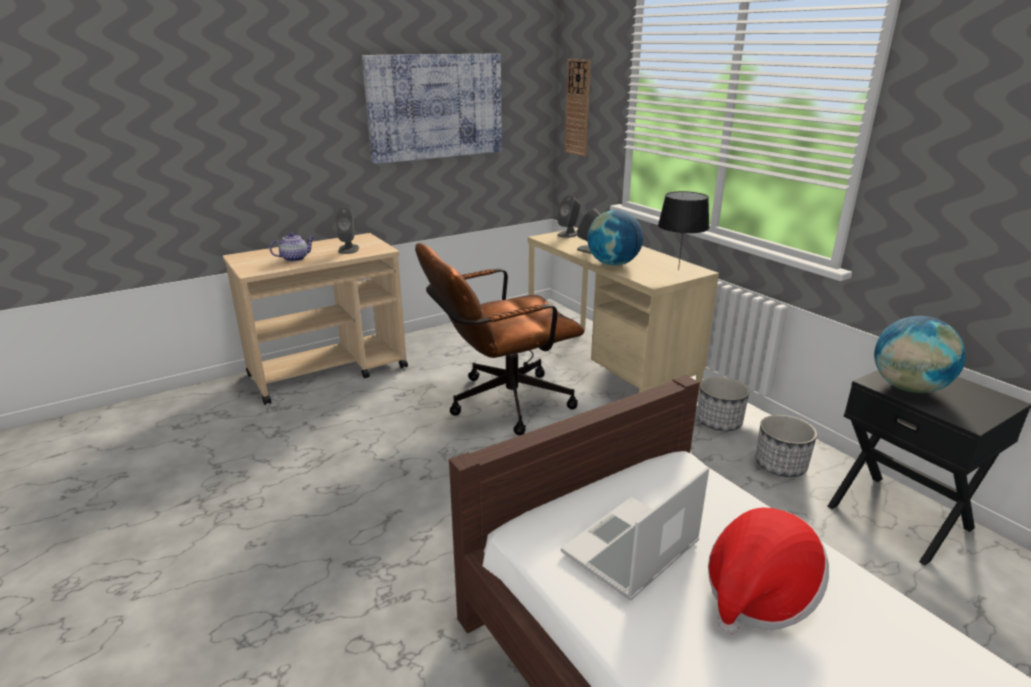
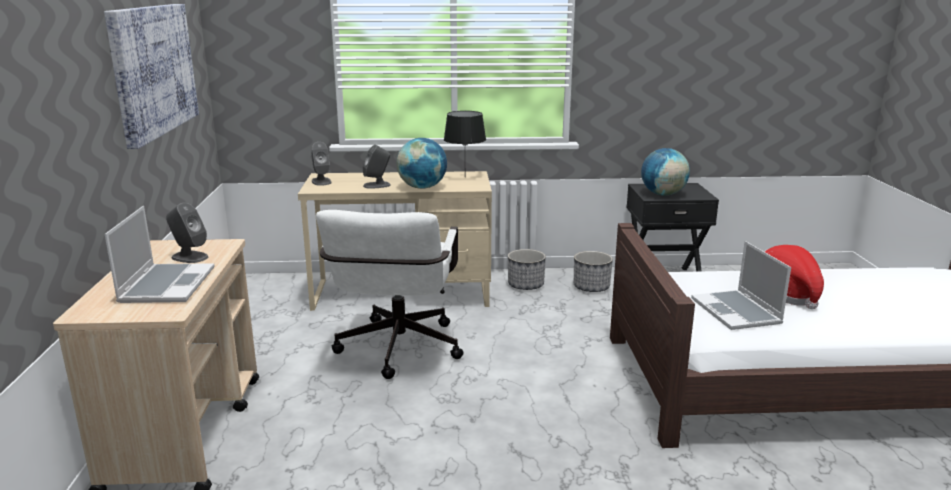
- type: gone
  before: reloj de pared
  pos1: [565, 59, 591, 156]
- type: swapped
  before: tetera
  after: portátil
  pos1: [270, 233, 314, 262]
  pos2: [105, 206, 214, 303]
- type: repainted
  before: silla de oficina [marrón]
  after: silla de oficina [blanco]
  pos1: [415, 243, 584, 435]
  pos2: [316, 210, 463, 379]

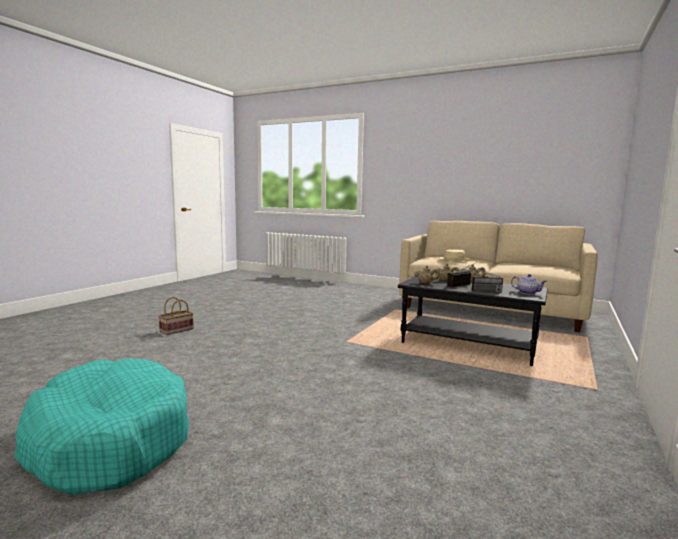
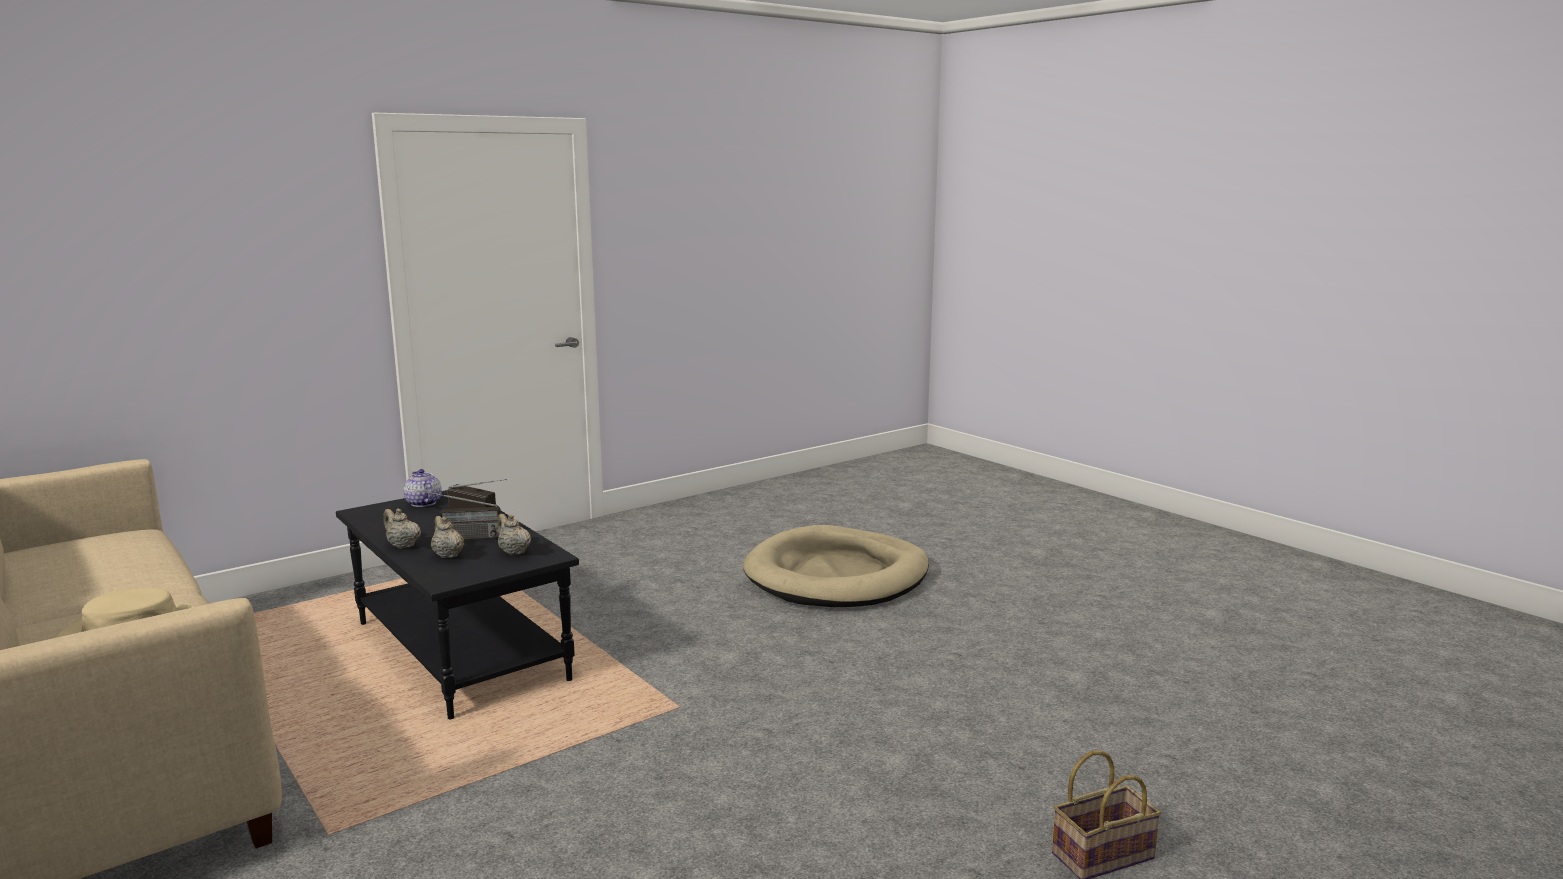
- type: gone
  before: cama para perro [turquesa]
  pos1: [14, 358, 189, 495]
- type: new
  after: cama para perro [beis]
  pos2: [743, 525, 929, 607]

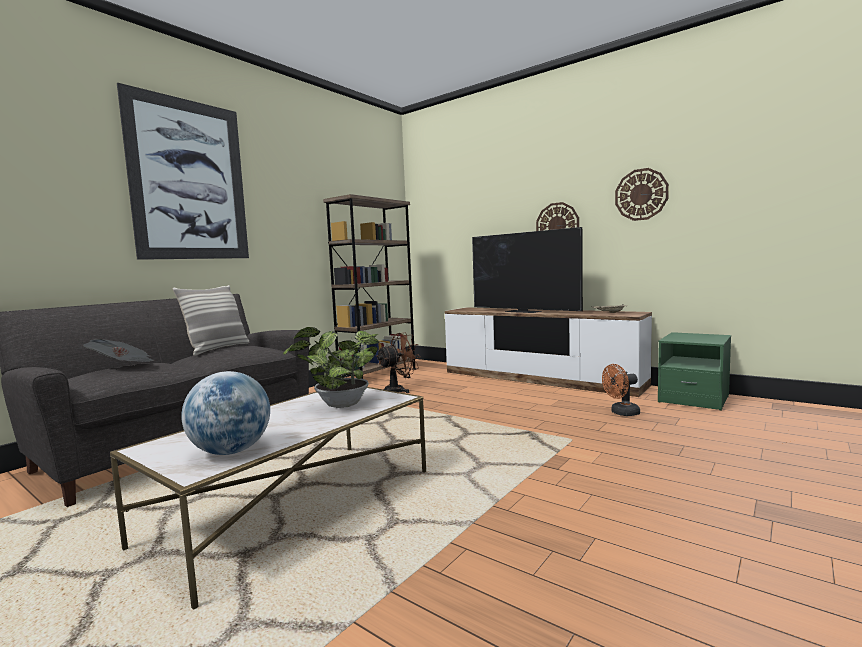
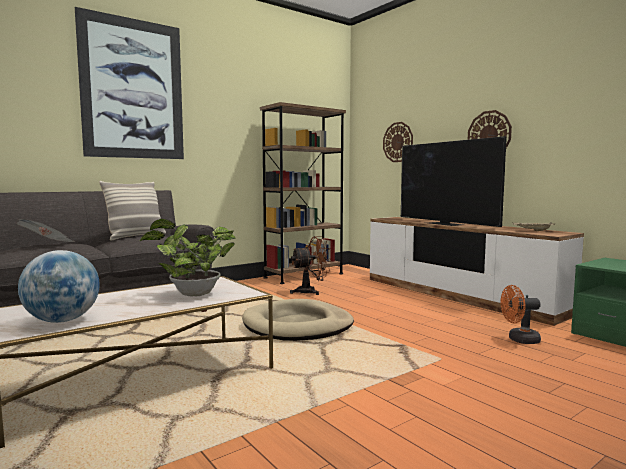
- type: new
  after: cama para perro [beis]
  pos2: [242, 299, 354, 341]
- type: shifted
  before: reloj de pared
  pos1: [615, 168, 669, 221]
  pos2: [383, 122, 413, 162]

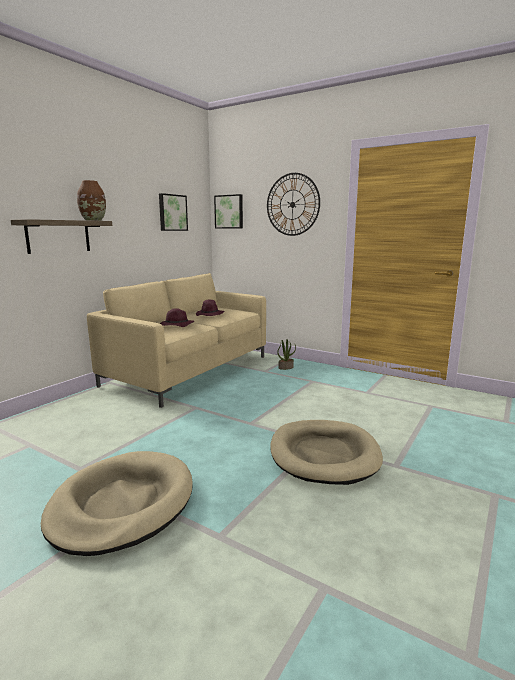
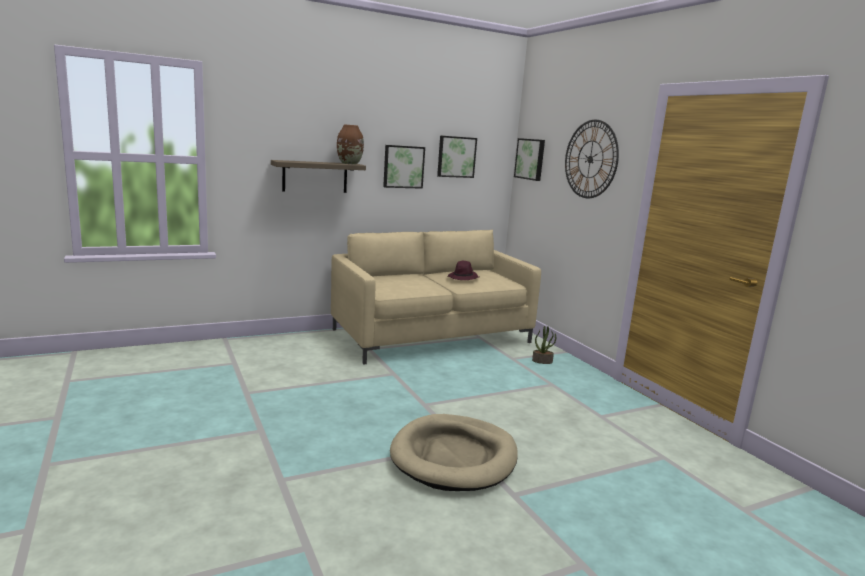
- type: gone
  before: cama para perro [beis]
  pos1: [41, 451, 193, 556]
- type: gone
  before: sombrero [morado]
  pos1: [159, 308, 194, 327]
- type: new
  after: cuadro
  pos2: [383, 145, 425, 189]

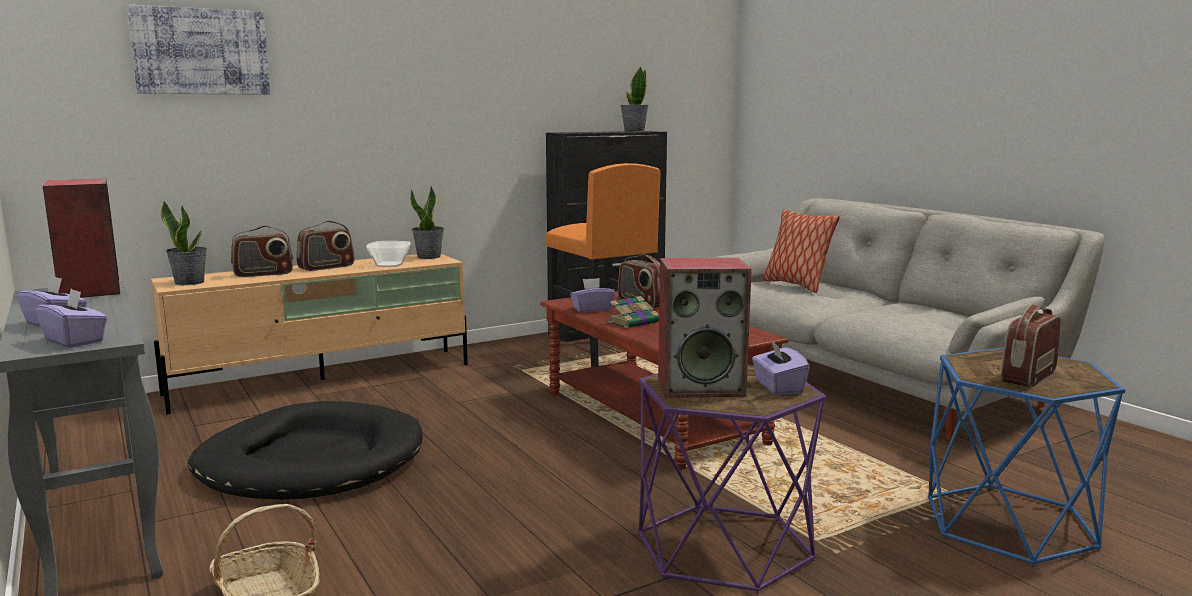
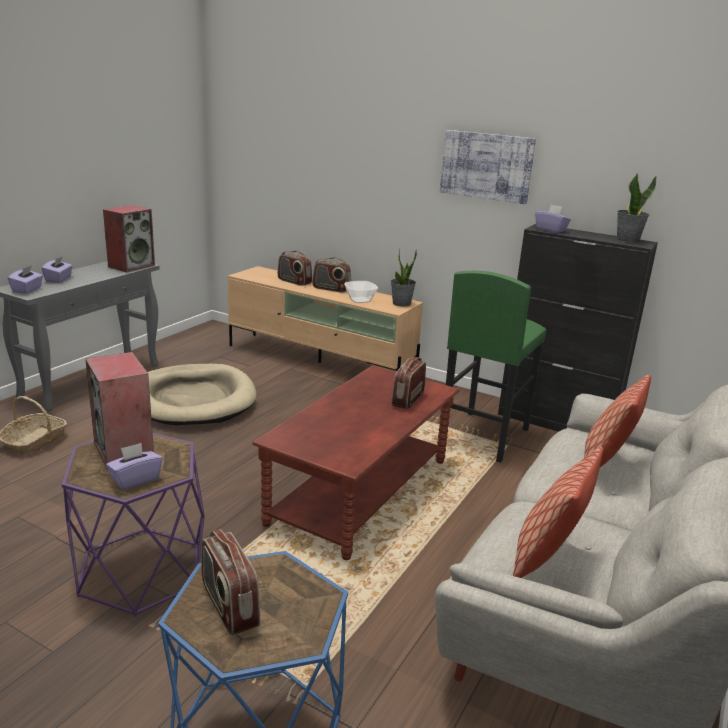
- type: gone
  before: planta en maceta
  pos1: [160, 201, 207, 285]
- type: gone
  before: libro
  pos1: [608, 296, 659, 328]
- type: new
  after: cojín
  pos2: [513, 447, 603, 578]
- type: shifted
  before: cuadro
  pos1: [127, 5, 270, 95]
  pos2: [440, 130, 536, 204]
- type: shifted
  before: caja de pañuelos [morado]
  pos1: [570, 278, 615, 313]
  pos2: [535, 205, 571, 233]
- type: repainted
  before: cama para perro [negro]
  after: cama para perro [beis]
  pos1: [188, 401, 423, 500]
  pos2: [148, 364, 257, 426]
- type: repainted
  before: taburete [naranja]
  after: taburete [verde]
  pos1: [546, 163, 661, 367]
  pos2: [446, 271, 547, 463]
- type: rotated
  before: radio
  pos1: [1001, 304, 1061, 387]
  pos2: [202, 529, 260, 635]
  turn: -135

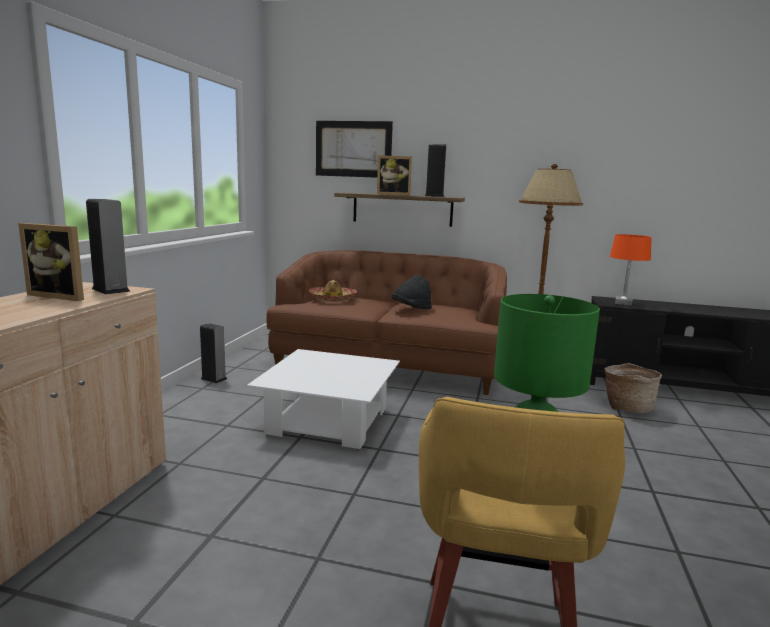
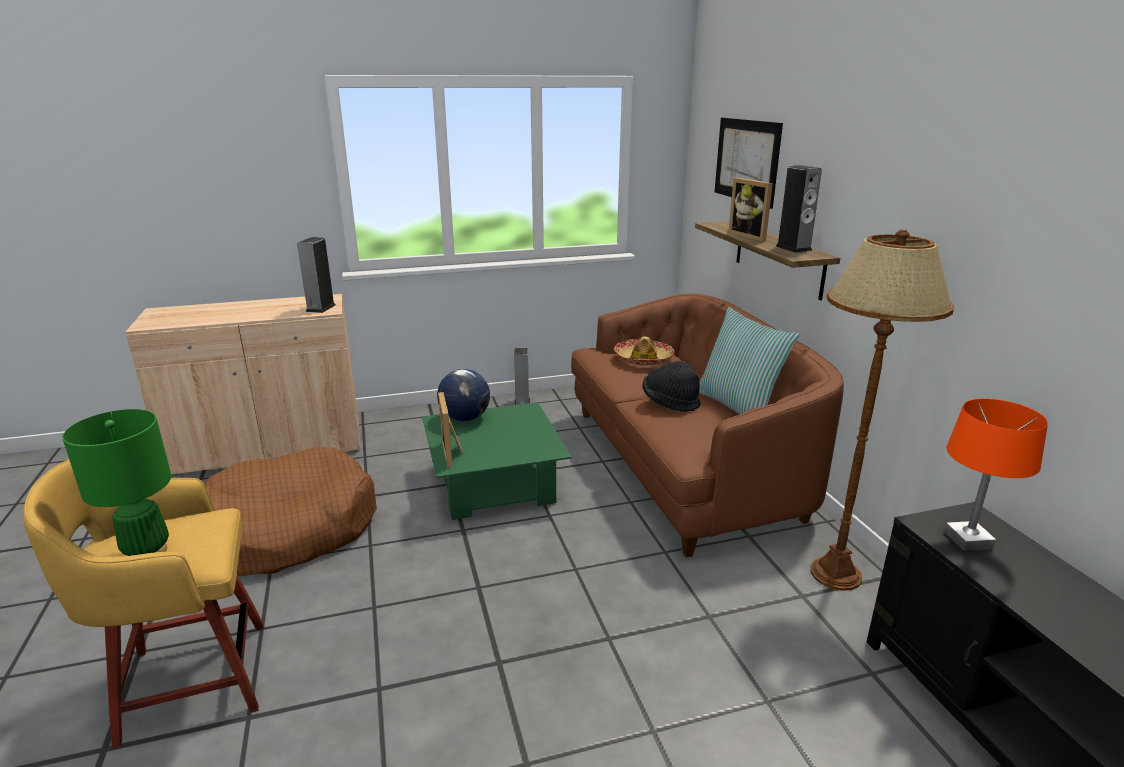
- type: gone
  before: cesta
  pos1: [605, 363, 662, 413]
- type: new
  after: cama para perro [marrón]
  pos2: [204, 447, 377, 576]
- type: new
  after: globo terráqueo
  pos2: [437, 369, 490, 421]
- type: new
  after: cojín
  pos2: [699, 307, 800, 415]
- type: shifted
  before: portarretratos
  pos1: [18, 223, 84, 301]
  pos2: [438, 392, 462, 468]
- type: repainted
  before: mesa de centro [blanco]
  after: mesa de centro [verde]
  pos1: [247, 349, 400, 450]
  pos2: [422, 402, 572, 520]

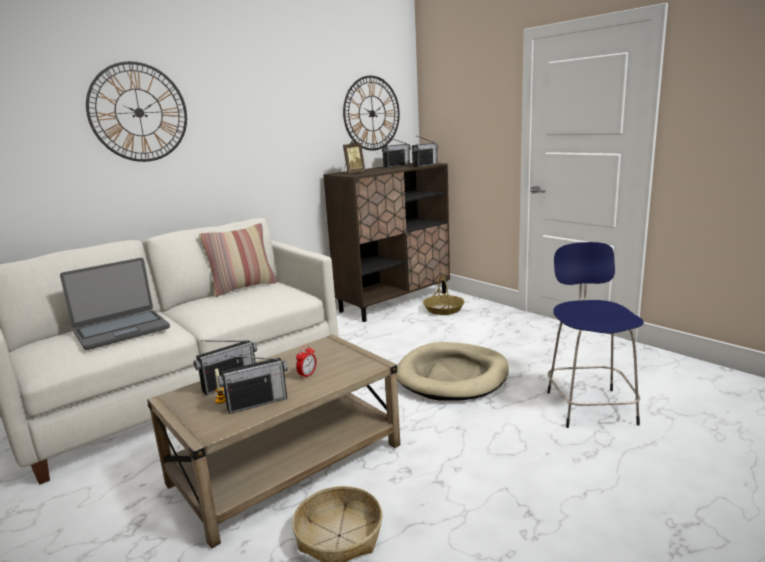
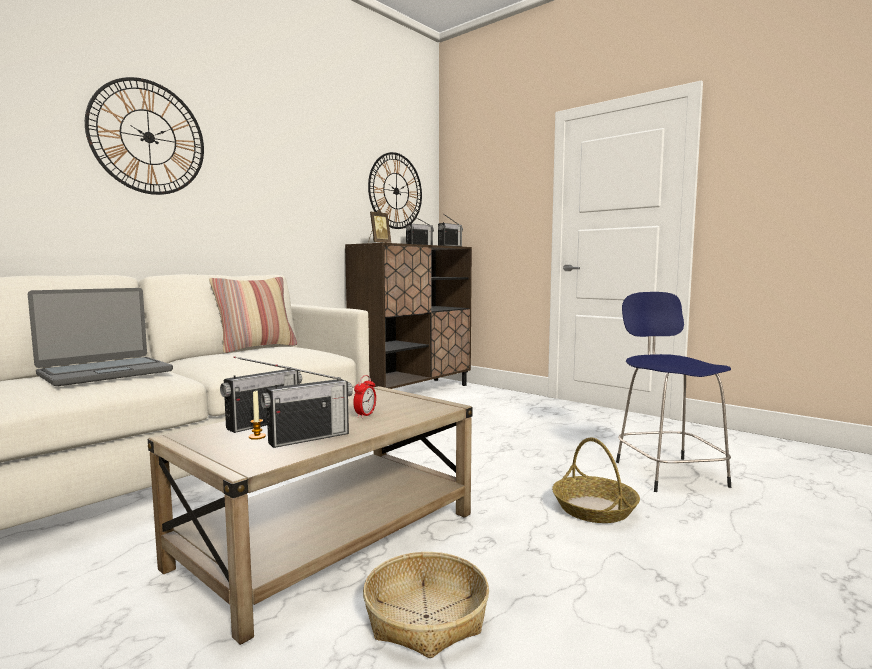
- type: gone
  before: cama para perro [beis]
  pos1: [397, 342, 509, 401]
- type: shifted
  before: cesta
  pos1: [423, 275, 465, 315]
  pos2: [552, 438, 640, 523]

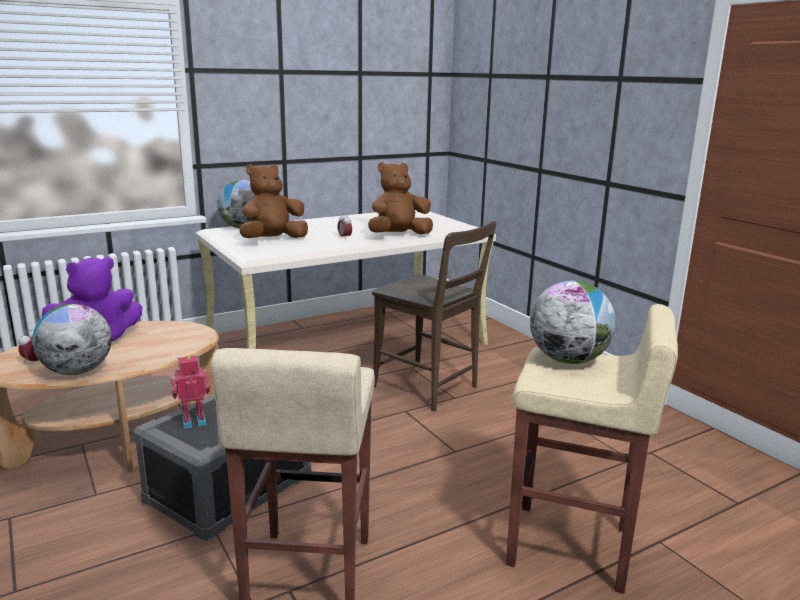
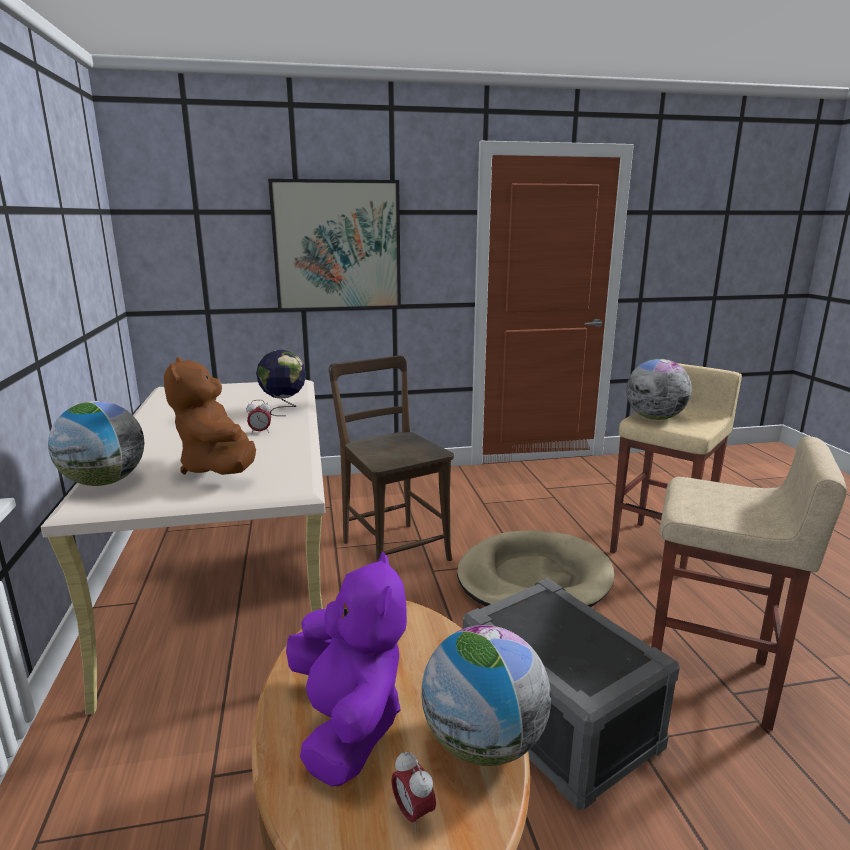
- type: gone
  before: robot de juguete
  pos1: [171, 355, 210, 429]
- type: new
  after: cuadro
  pos2: [268, 179, 401, 311]
- type: new
  after: cama para perro [beis]
  pos2: [457, 531, 614, 607]
- type: swapped
  before: peluche [marrón]
  after: globo terráqueo
  pos1: [368, 162, 433, 235]
  pos2: [256, 350, 306, 416]
- type: rotated
  before: silla [marrón]
  pos1: [372, 221, 496, 411]
  pos2: [329, 355, 454, 562]
  turn: -90

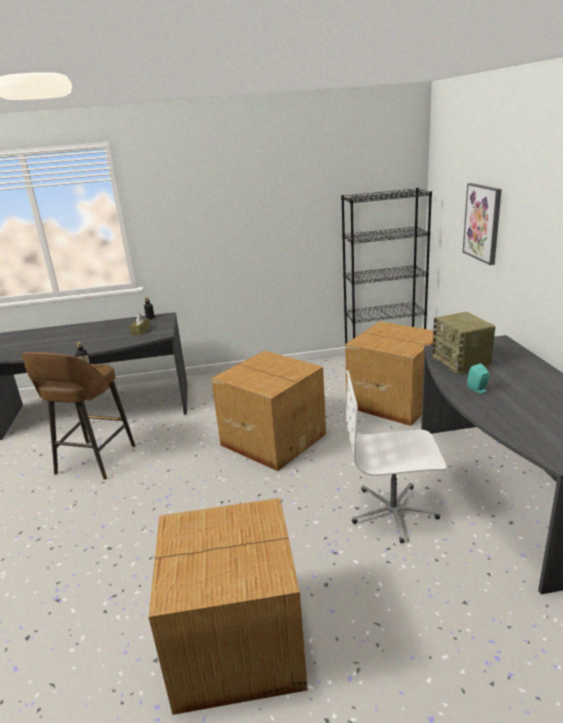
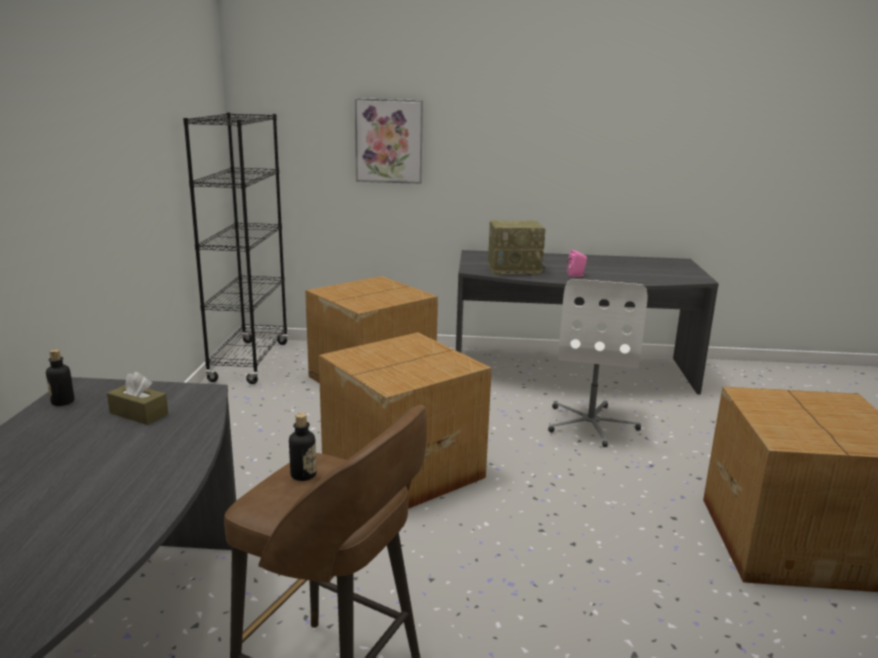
- type: repainted
  before: altavoz [turquesa]
  after: altavoz [rosa]
  pos1: [467, 363, 489, 393]
  pos2: [567, 250, 587, 277]

